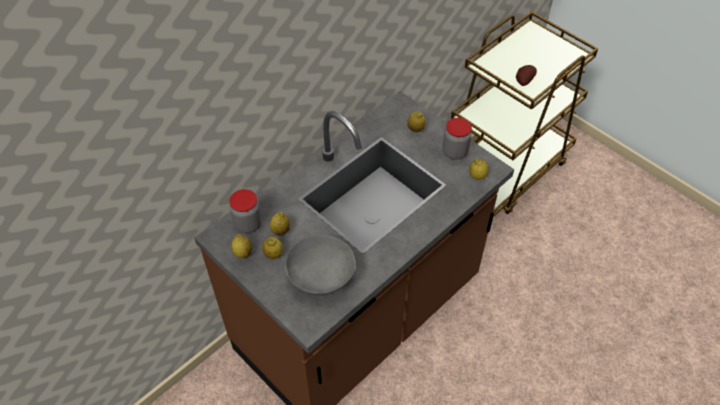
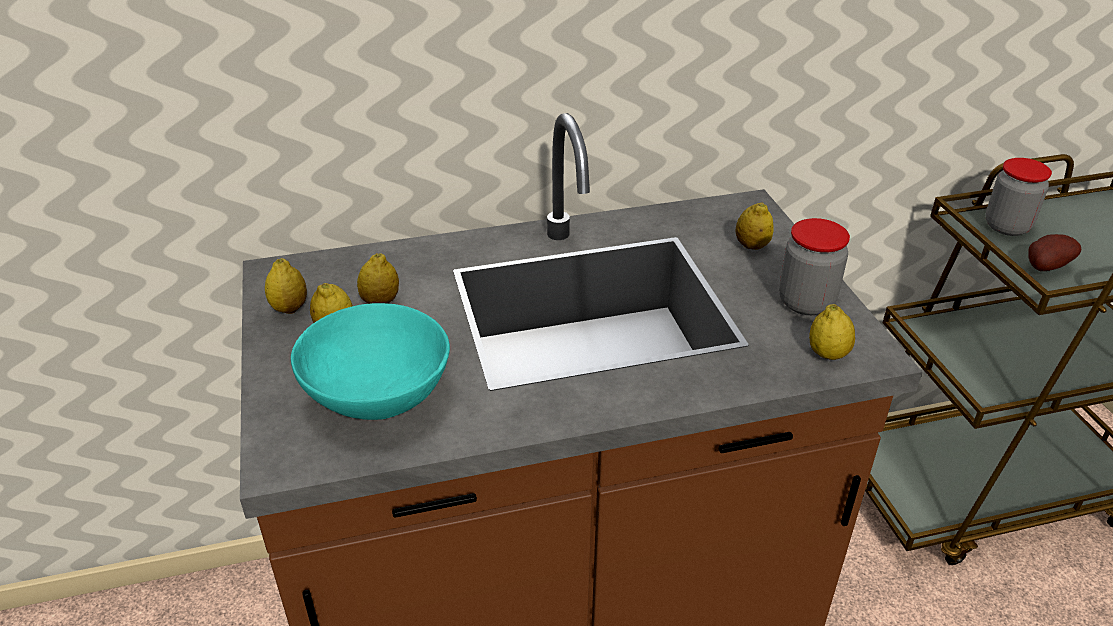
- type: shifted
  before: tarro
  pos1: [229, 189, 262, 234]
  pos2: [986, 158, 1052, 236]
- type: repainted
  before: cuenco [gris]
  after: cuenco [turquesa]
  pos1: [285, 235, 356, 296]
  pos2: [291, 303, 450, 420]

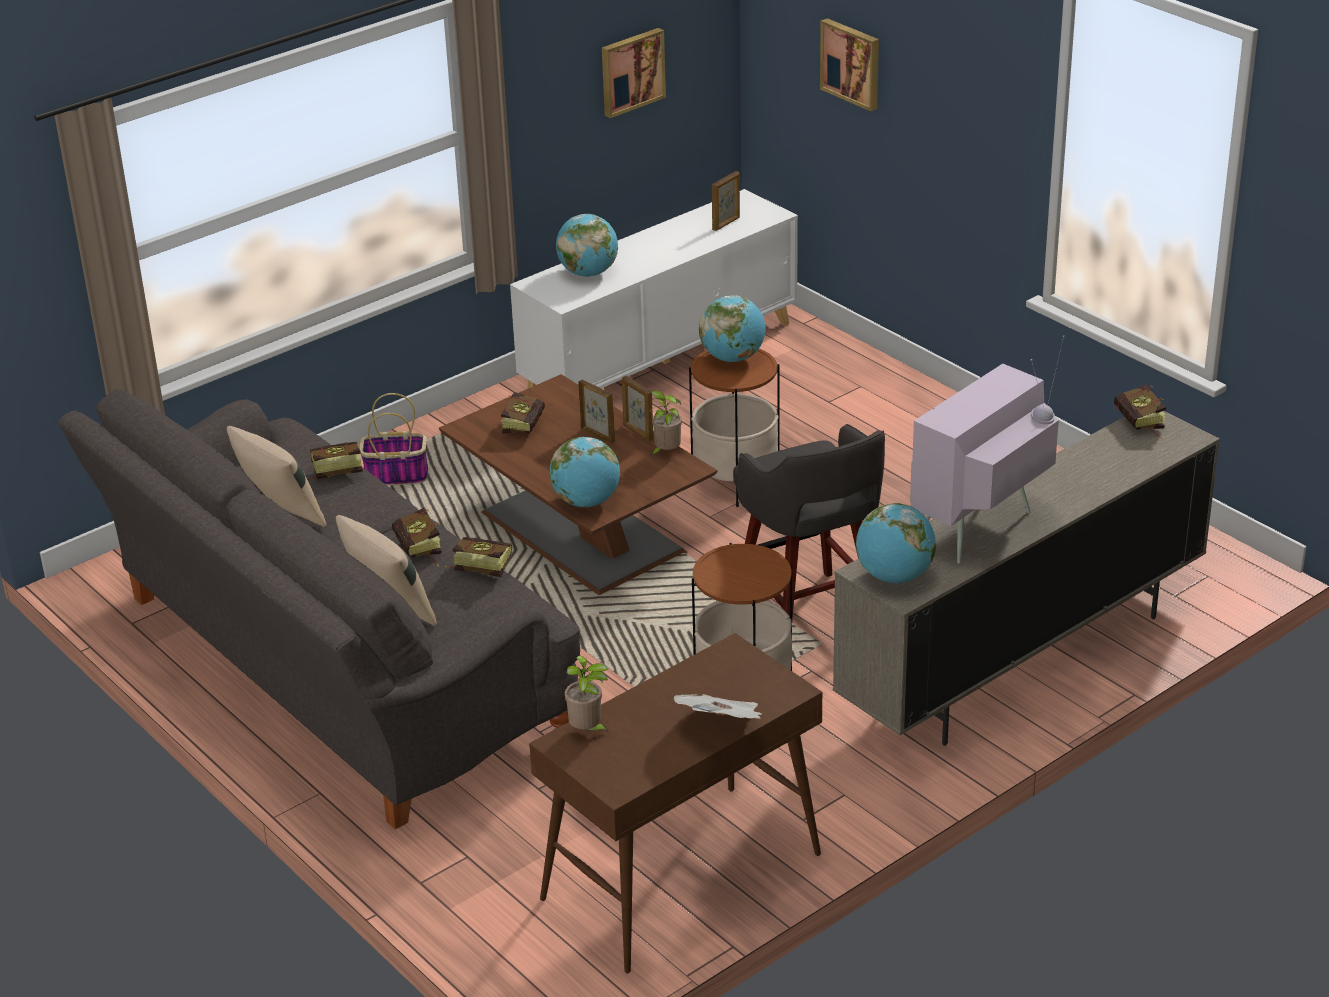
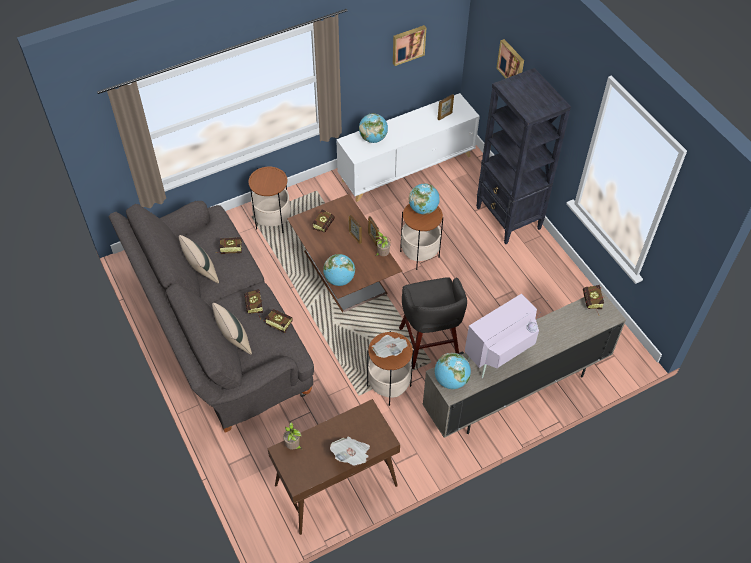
- type: new
  after: periódico
  pos2: [372, 335, 408, 358]
- type: new
  after: estantería [negro]
  pos2: [476, 68, 571, 244]
- type: swapped
  before: cesta
  after: mesa auxiliar
  pos1: [359, 393, 428, 485]
  pos2: [248, 167, 291, 233]

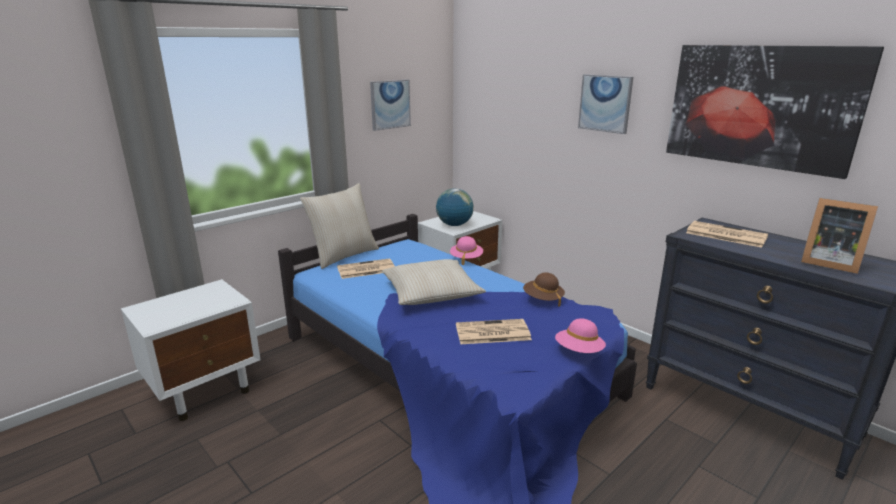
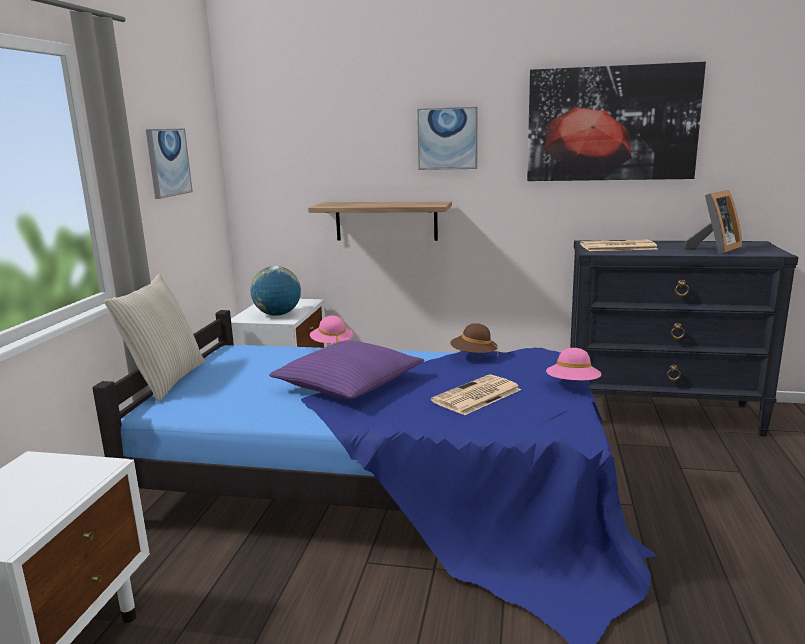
- type: gone
  before: periódico
  pos1: [337, 258, 395, 279]
- type: new
  after: estante
  pos2: [308, 201, 452, 241]
- type: repainted
  before: cojín [beis]
  after: cojín [morado]
  pos1: [382, 259, 486, 305]
  pos2: [269, 340, 424, 399]
- type: rotated
  before: portarretratos
  pos1: [801, 198, 878, 274]
  pos2: [684, 190, 742, 254]
  turn: -45

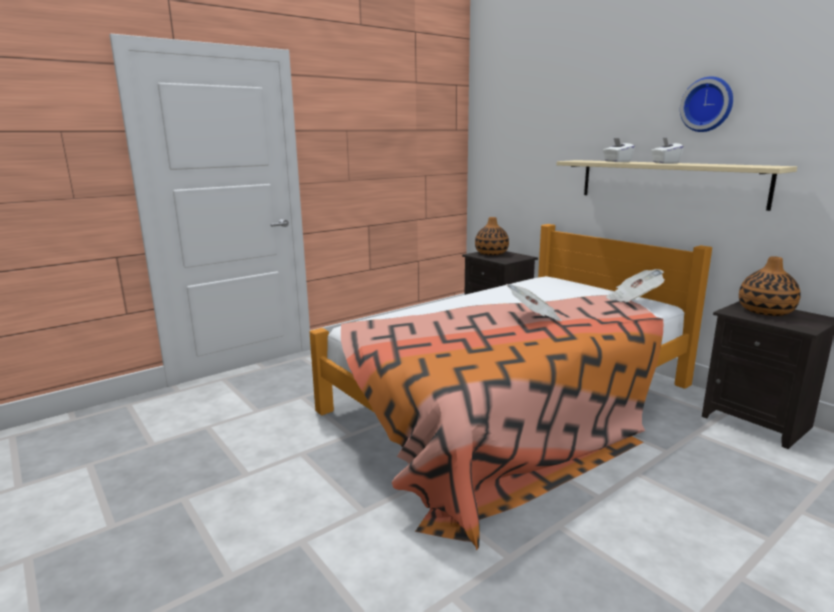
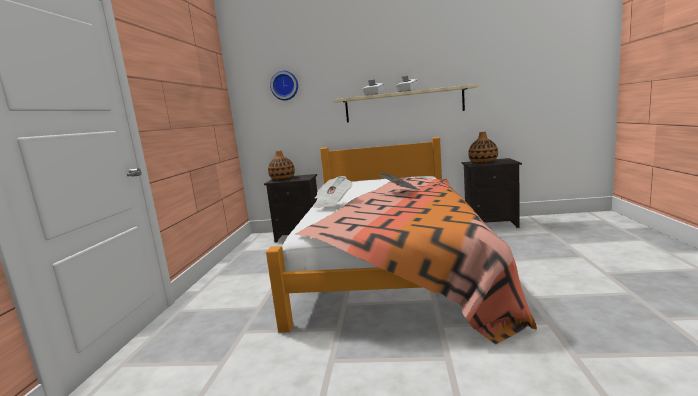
- type: shifted
  before: periódico
  pos1: [606, 269, 665, 302]
  pos2: [313, 176, 352, 208]
- type: shifted
  before: reloj de pared
  pos1: [680, 77, 733, 132]
  pos2: [270, 71, 298, 100]

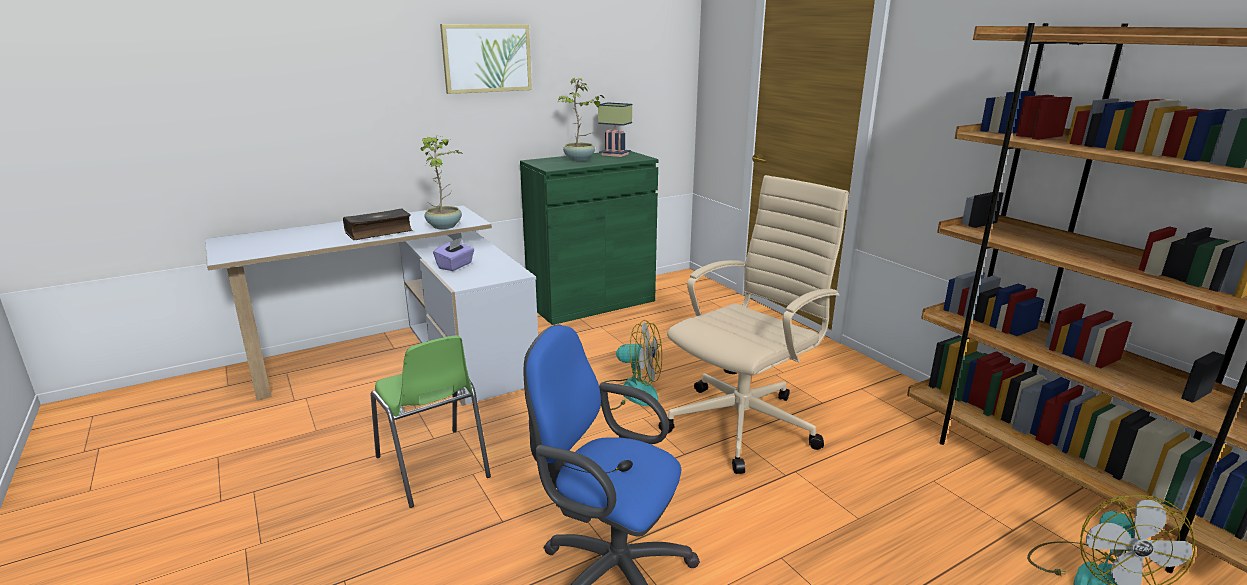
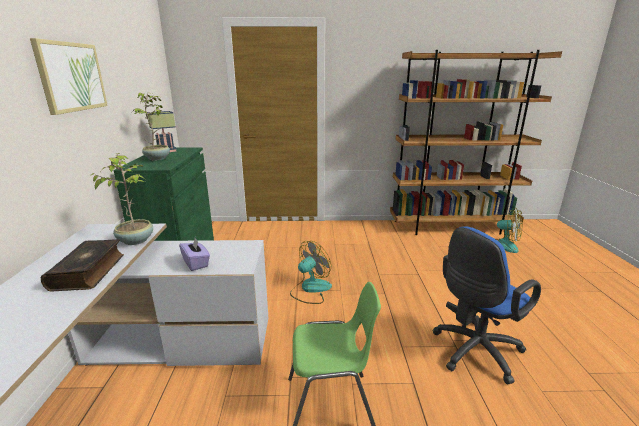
- type: gone
  before: silla de oficina [beis]
  pos1: [659, 175, 849, 474]

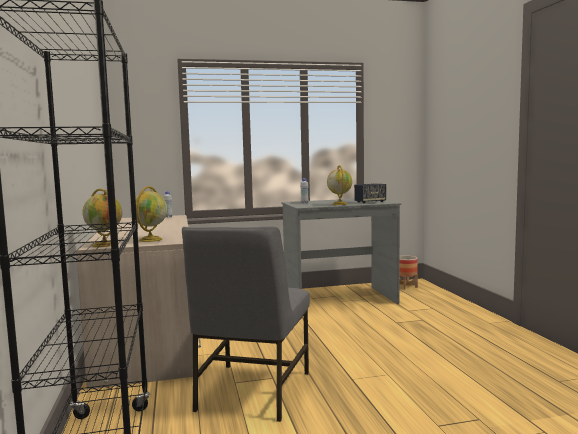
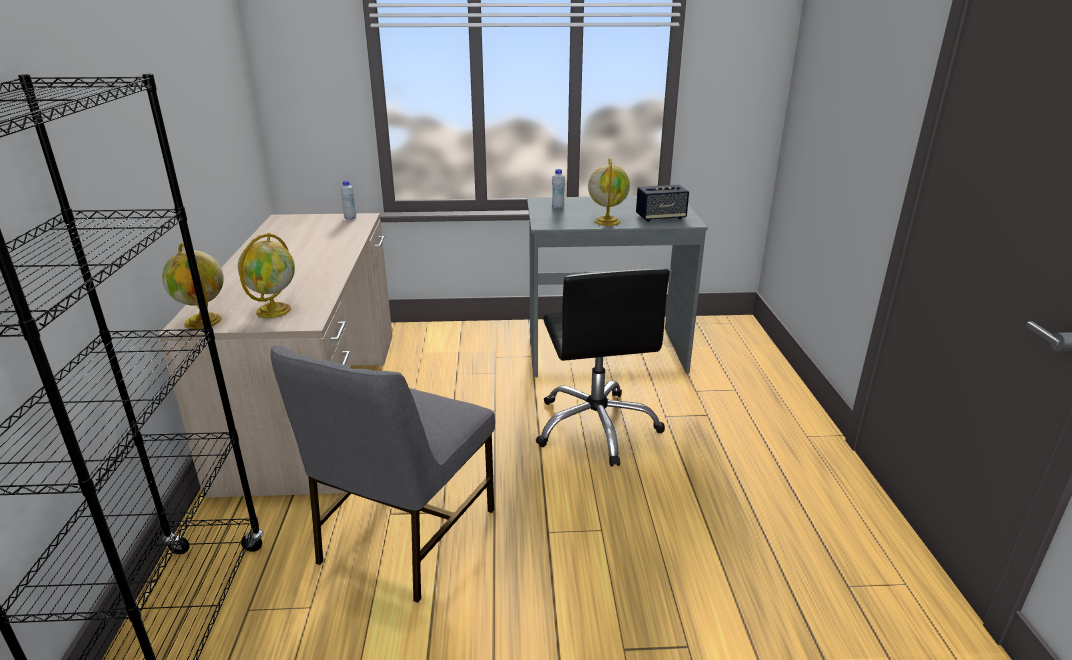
- type: gone
  before: maceta
  pos1: [399, 255, 418, 290]
- type: new
  after: silla de oficina [negro]
  pos2: [535, 268, 670, 467]

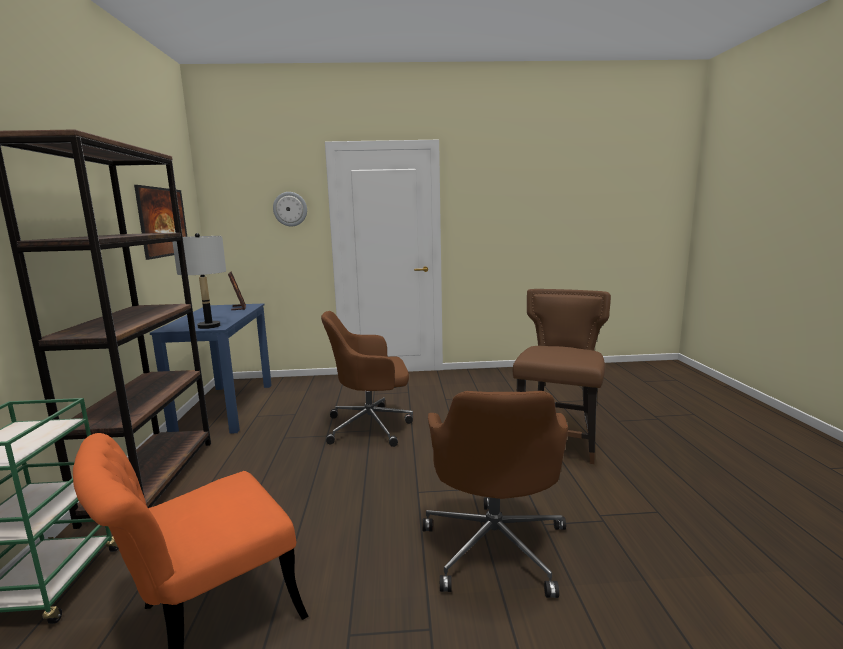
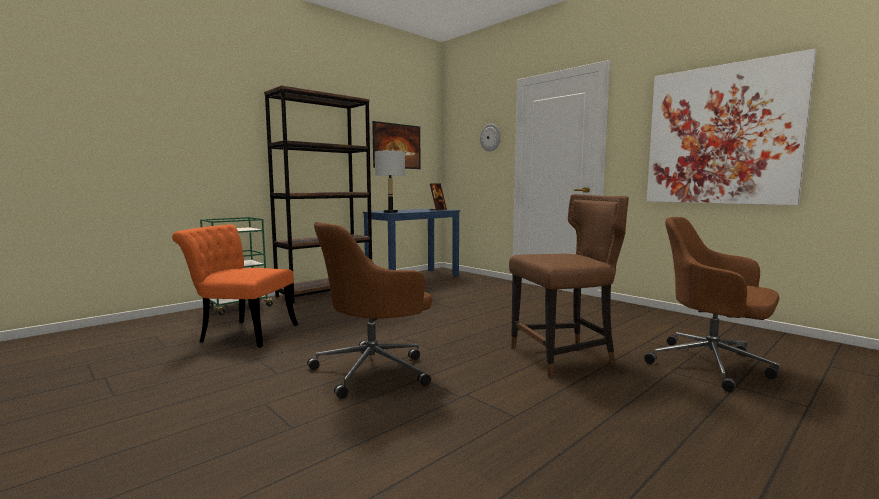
- type: new
  after: cuadro
  pos2: [647, 49, 816, 205]
- type: shifted
  before: silla de oficina [marrón]
  pos1: [321, 311, 413, 447]
  pos2: [644, 217, 780, 392]

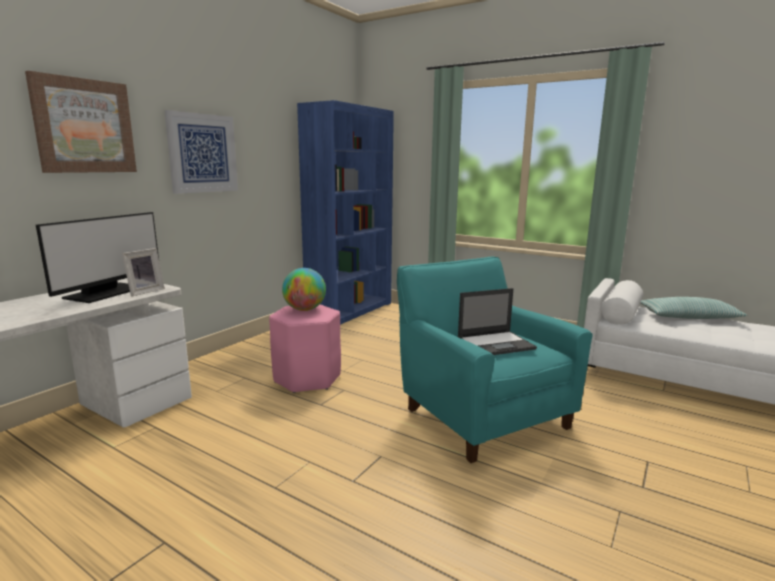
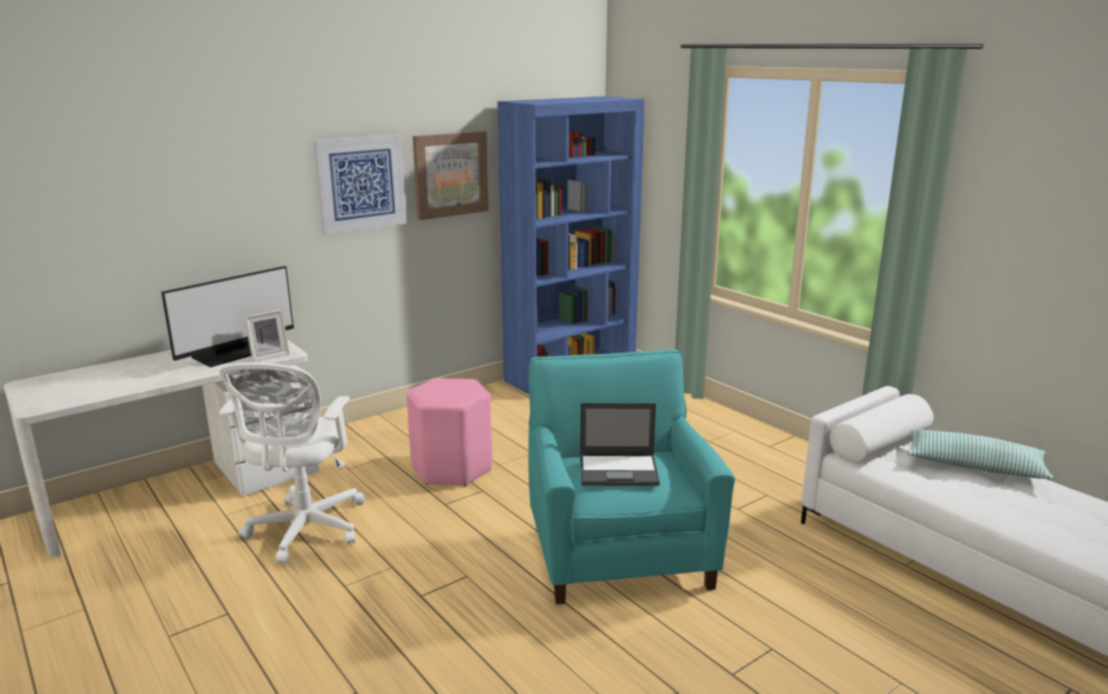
- type: gone
  before: globo terráqueo
  pos1: [282, 268, 326, 311]
- type: new
  after: silla de oficina [blanco]
  pos2: [219, 363, 365, 564]
- type: shifted
  before: cuadro
  pos1: [25, 71, 137, 173]
  pos2: [413, 131, 489, 220]

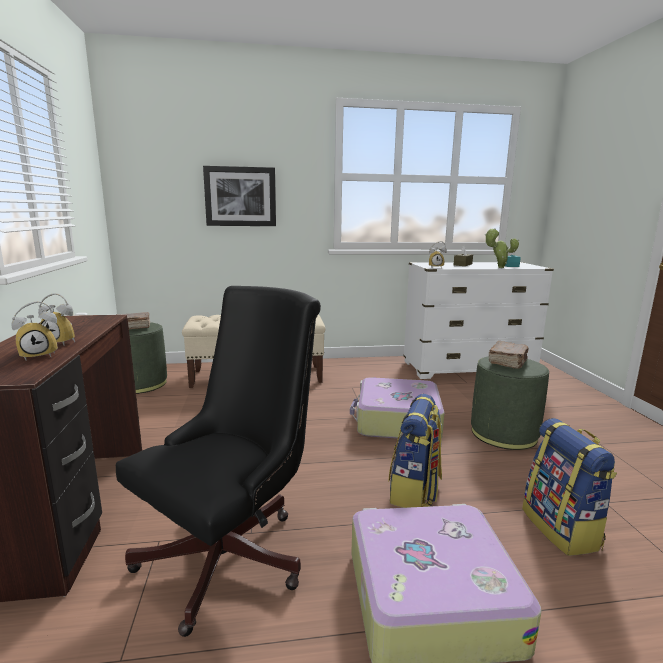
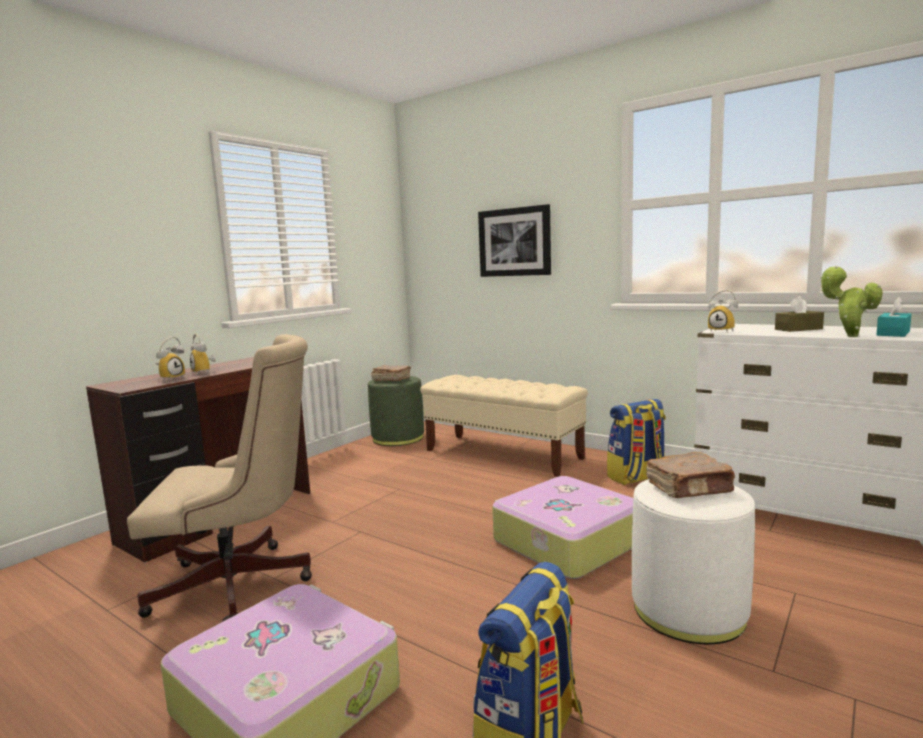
- type: shifted
  before: mochila
  pos1: [388, 394, 442, 508]
  pos2: [607, 399, 666, 485]
- type: repainted
  before: silla de oficina [negro]
  after: silla de oficina [beis]
  pos1: [116, 286, 321, 637]
  pos2: [127, 334, 312, 622]
- type: repainted
  before: puf [verde]
  after: puf [blanco]
  pos1: [471, 356, 549, 450]
  pos2: [632, 479, 755, 644]
- type: rotated
  before: despertador
  pos1: [11, 301, 58, 361]
  pos2: [156, 337, 185, 381]
  turn: -75

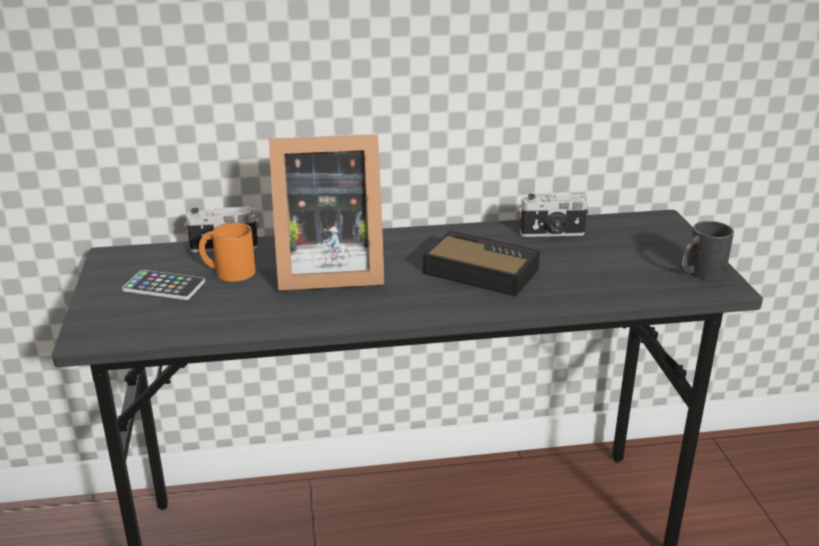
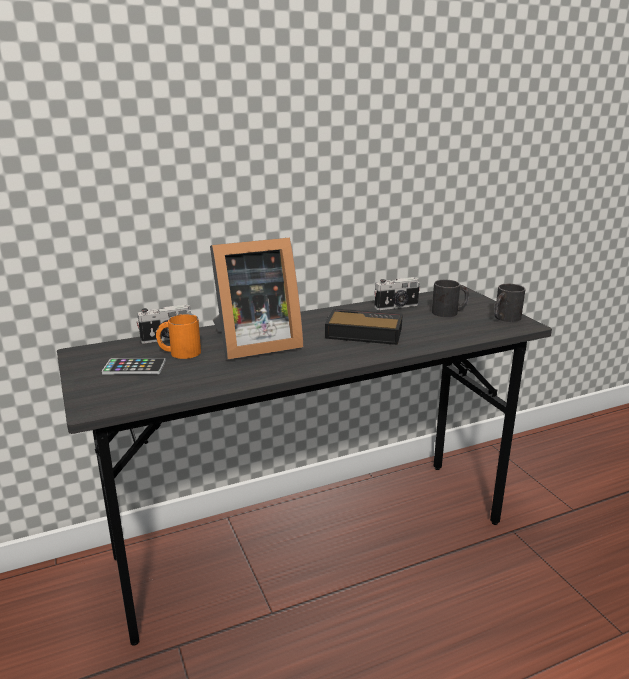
- type: new
  after: taza grande [negro]
  pos2: [432, 280, 469, 317]

